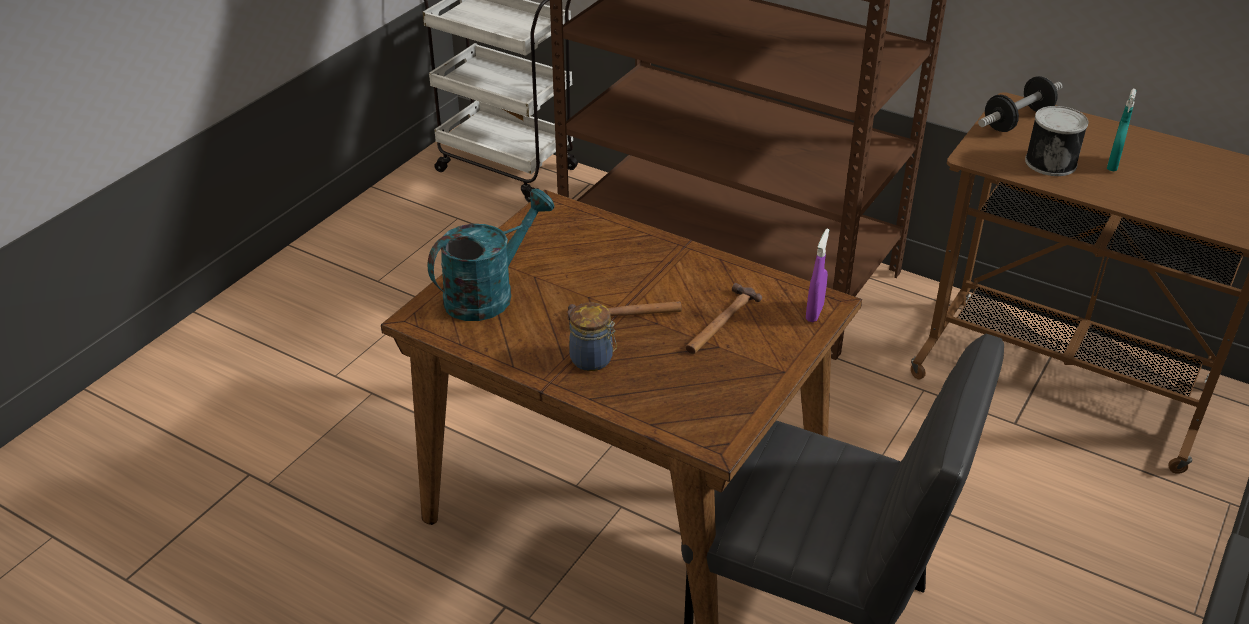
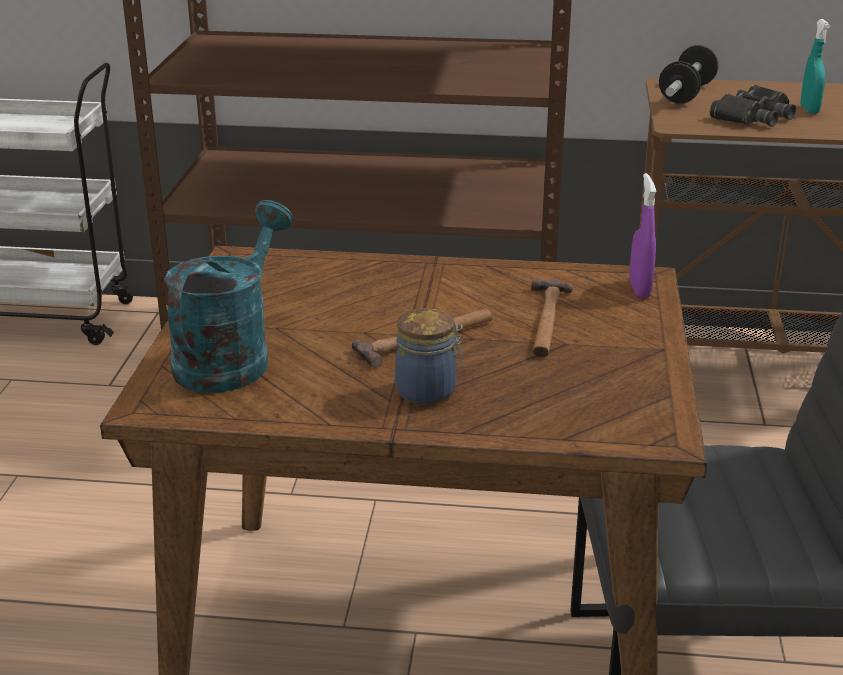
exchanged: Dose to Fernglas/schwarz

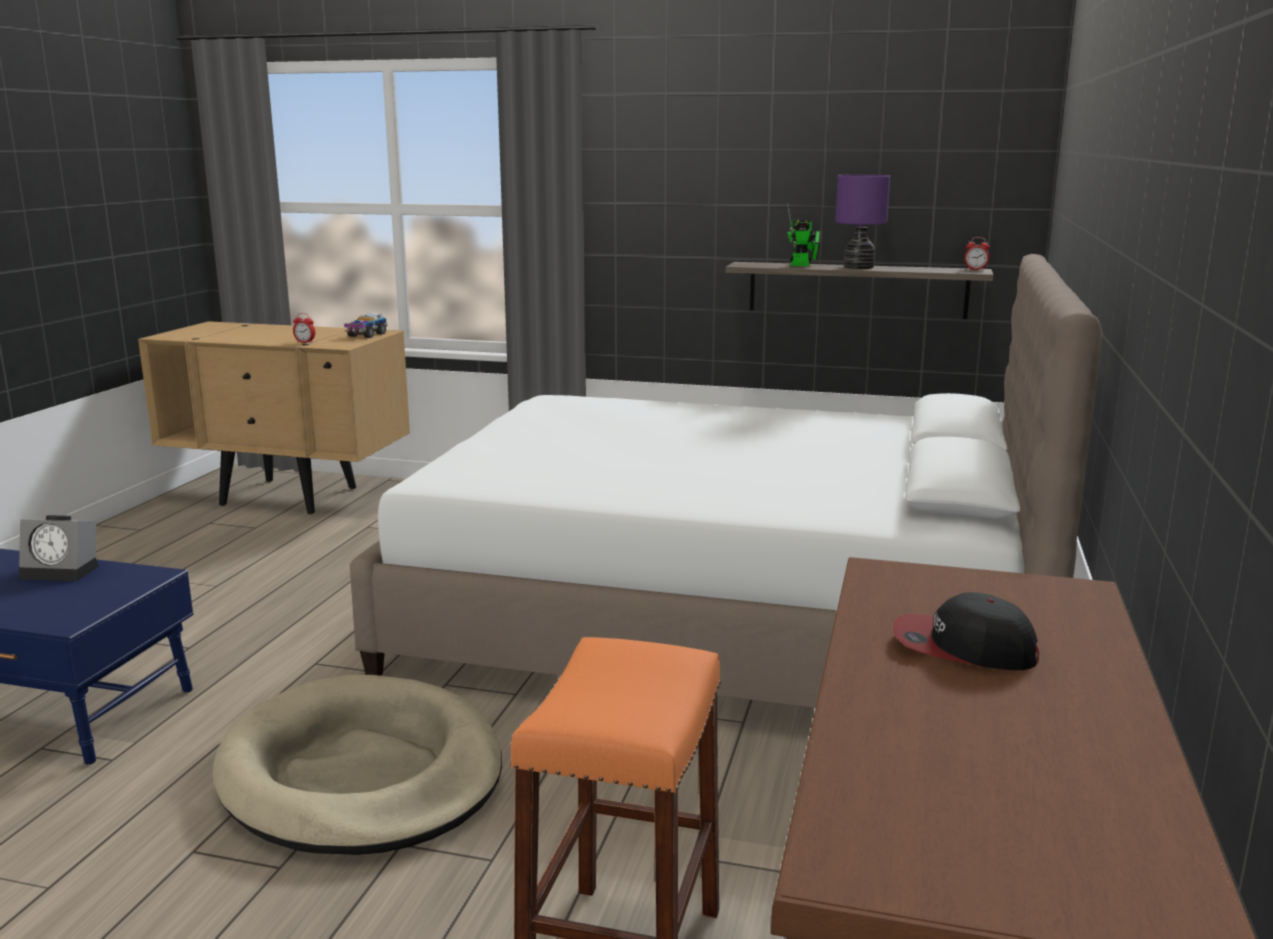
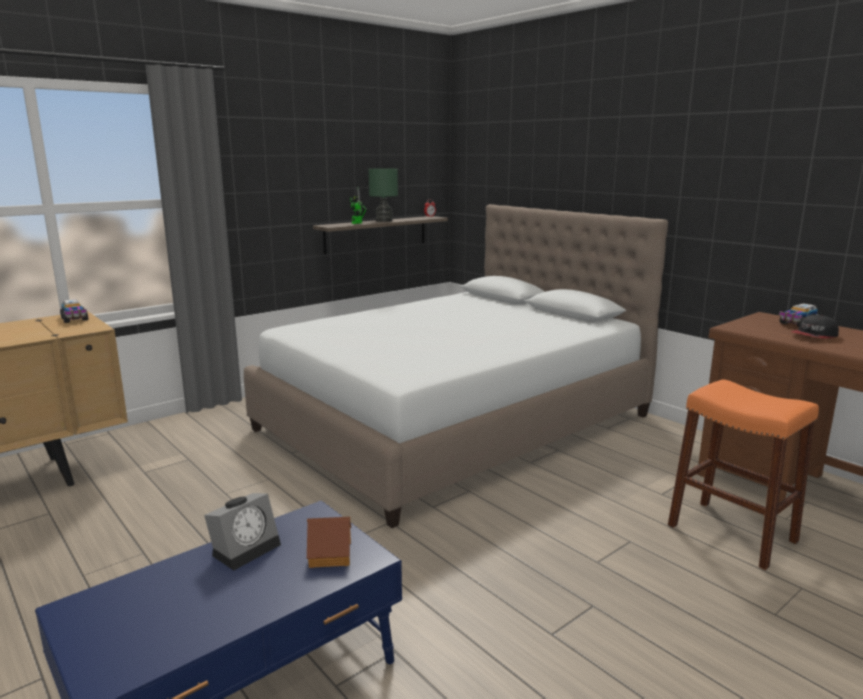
missing: Hundebett/beige; Wecker (no. 2 from left)
appeared: Spielzeughaus; Spielzeuglaster (no. 2 from left)
colour: Tischlampe/lila to Tischlampe/grün

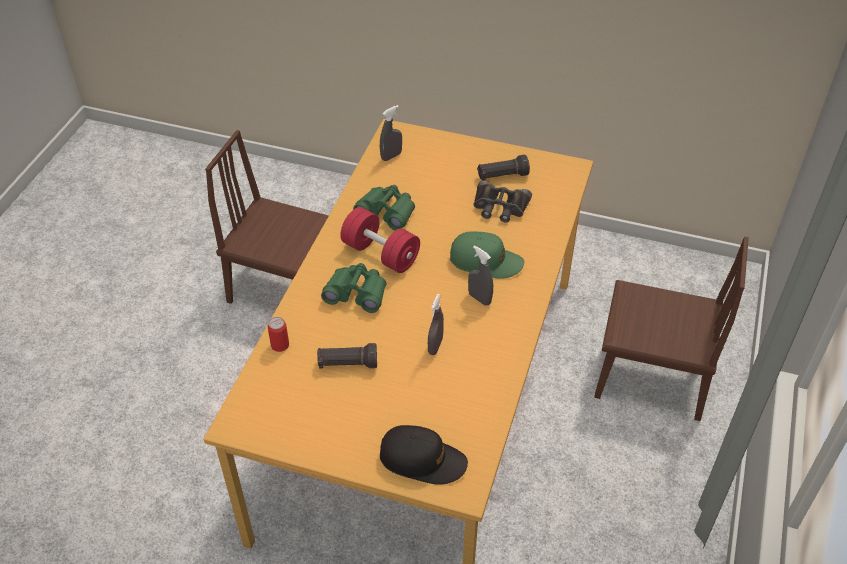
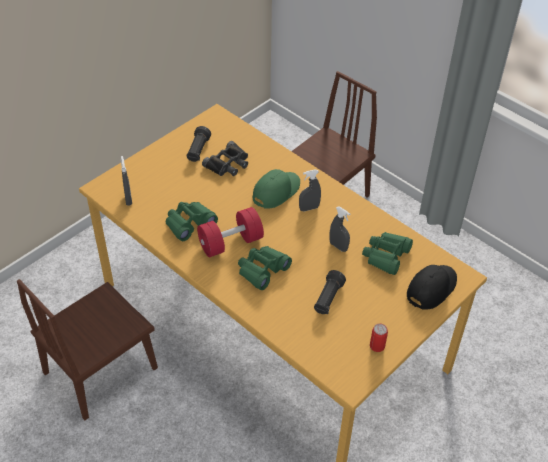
appeared: Fernglas/grün (no. 3 from left)
relocated: Dose

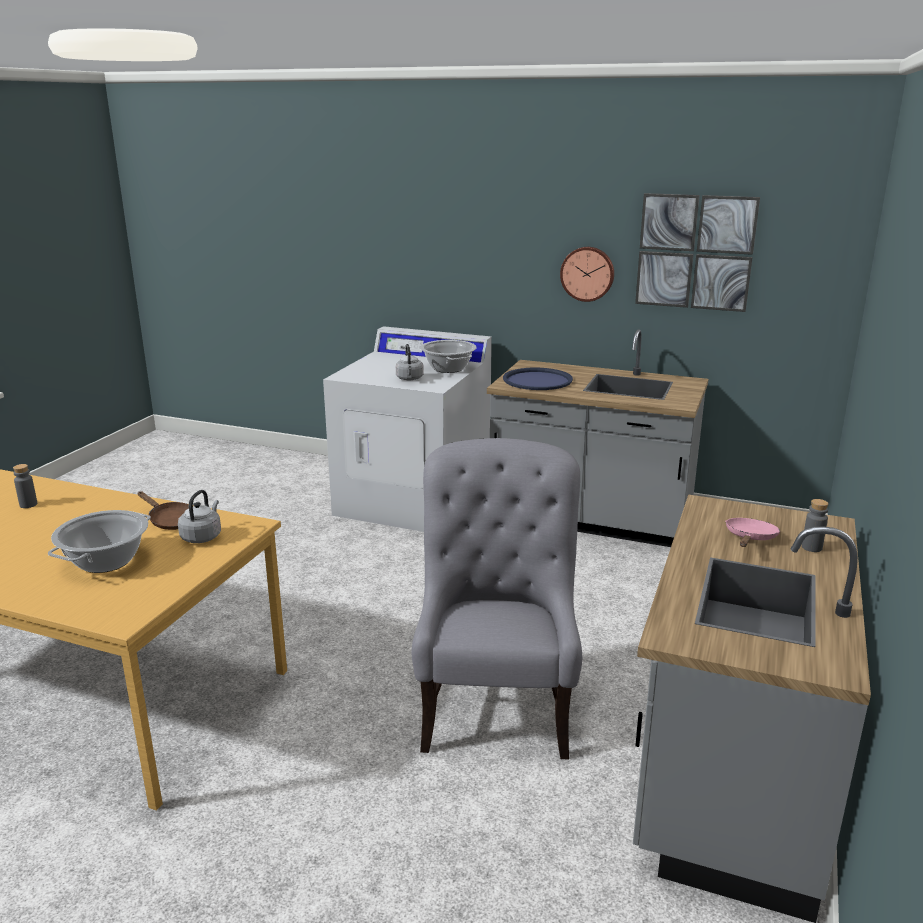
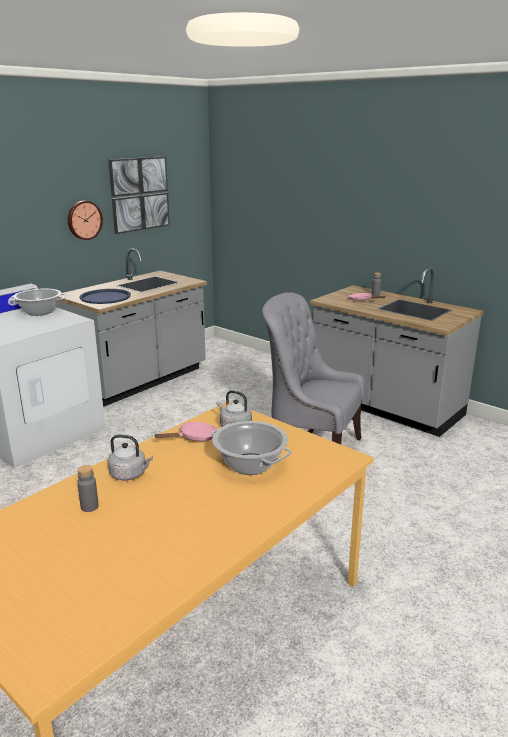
relocated: Wasserkessel/grau (no. 2 from left in the first image) to Wasserkessel/grau (no. 1 from left)
colour: Pfanne/braun to Pfanne/rosa (no. 1 from left)

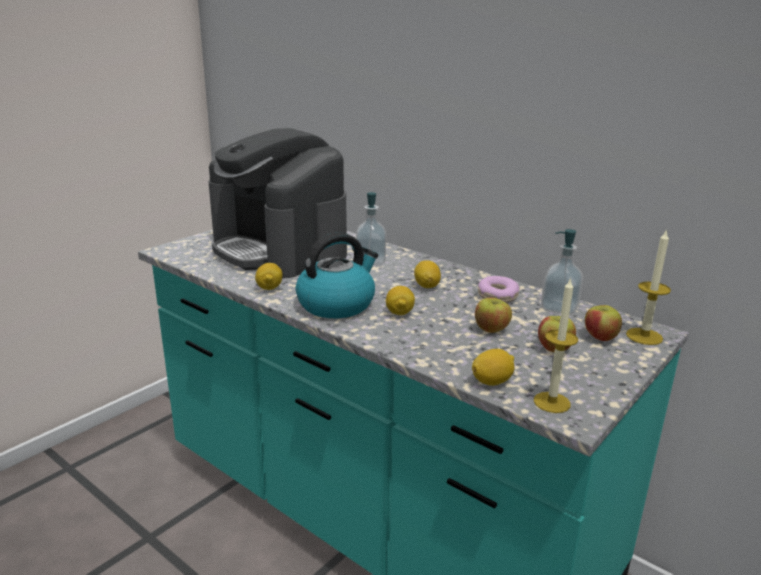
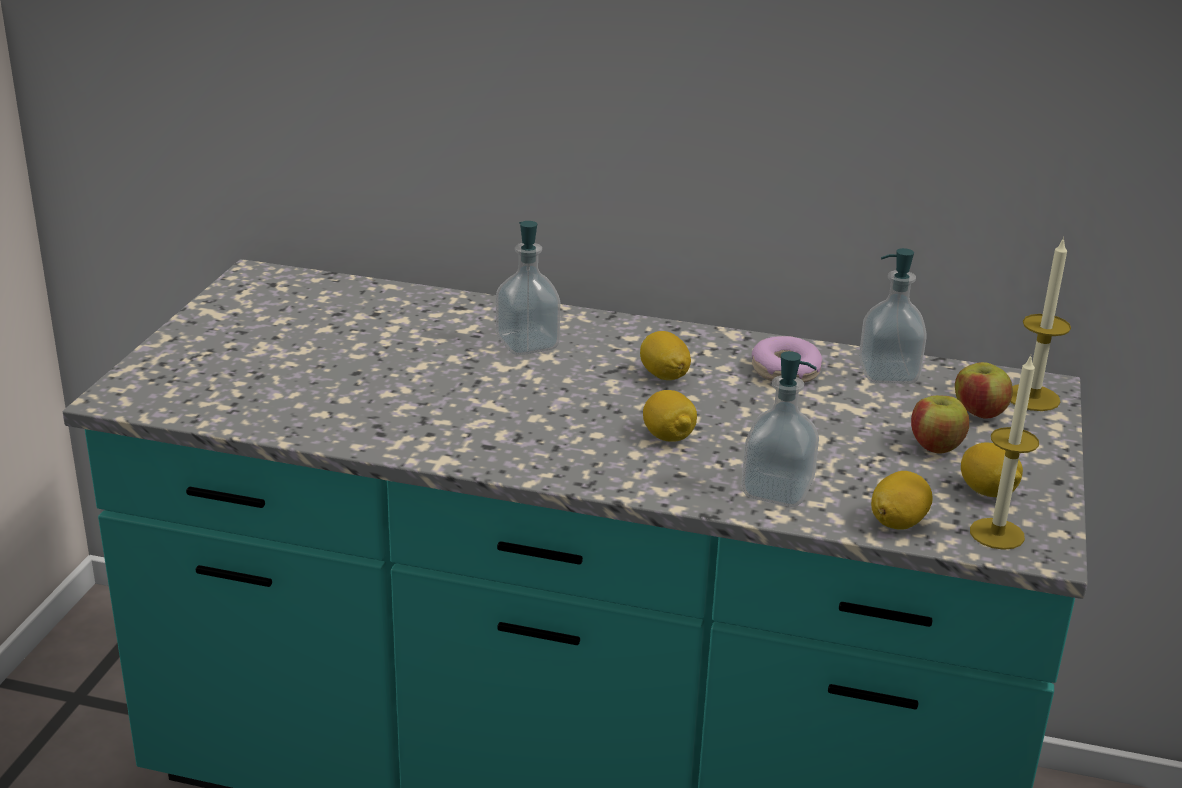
missing: Kaffeemaschine; Wasserkessel; Apfel (no. 1 from left)
appeared: Seifenspender (no. 2 from left)
relocated: Zitrone (no. 1 from left in the first image) to Zitrone (no. 4 from left)

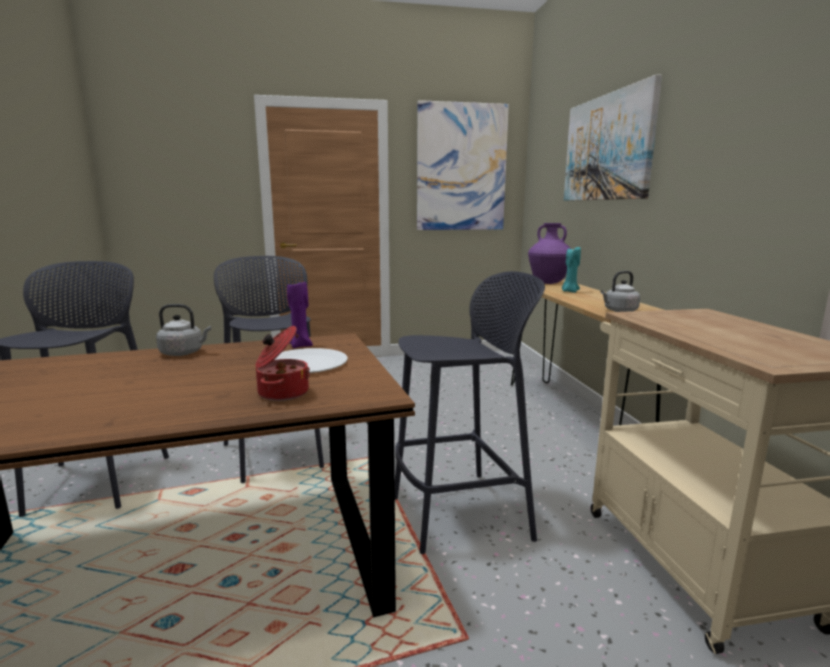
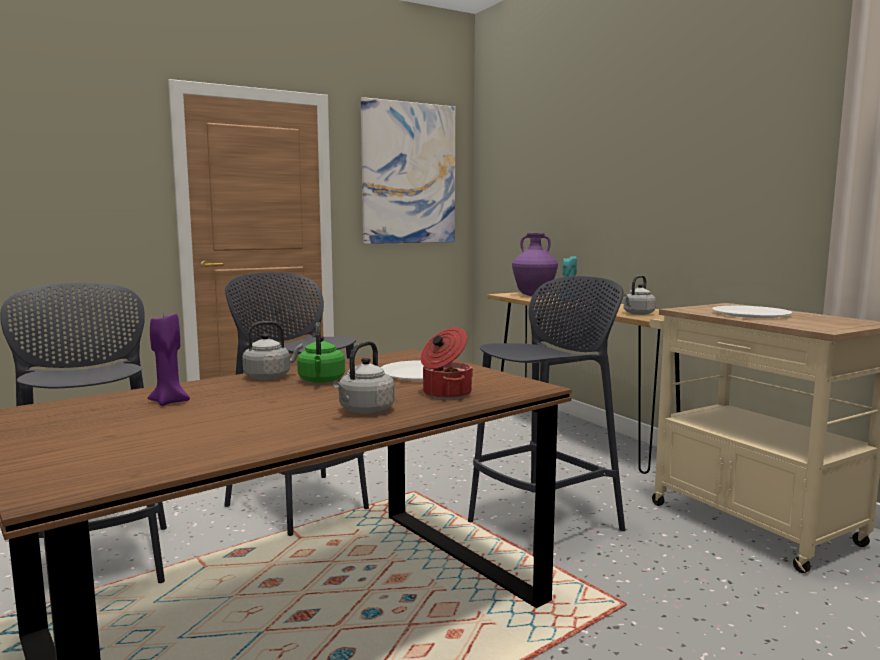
missing: Bild (no. 2 from left)
appeared: Wasserkessel/grün; Wasserkessel/grau (no. 2 from left); Teller/weiß (no. 2 from left)
relocated: Kerze/lila

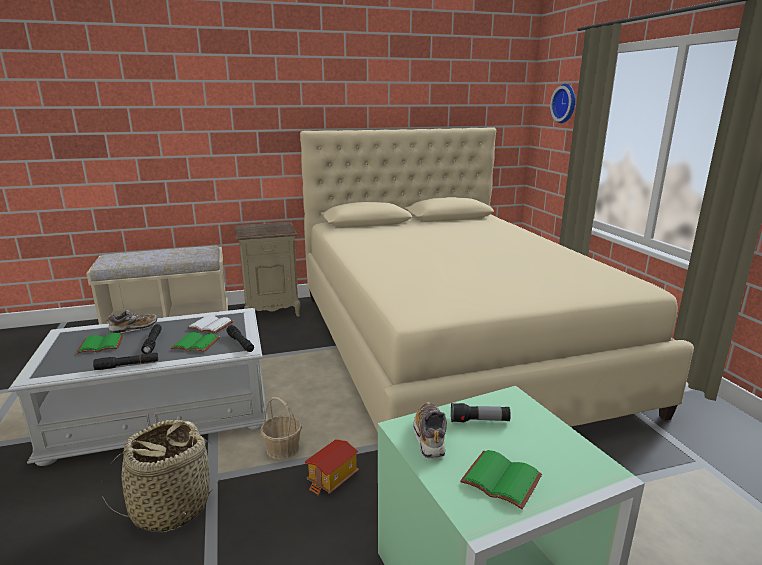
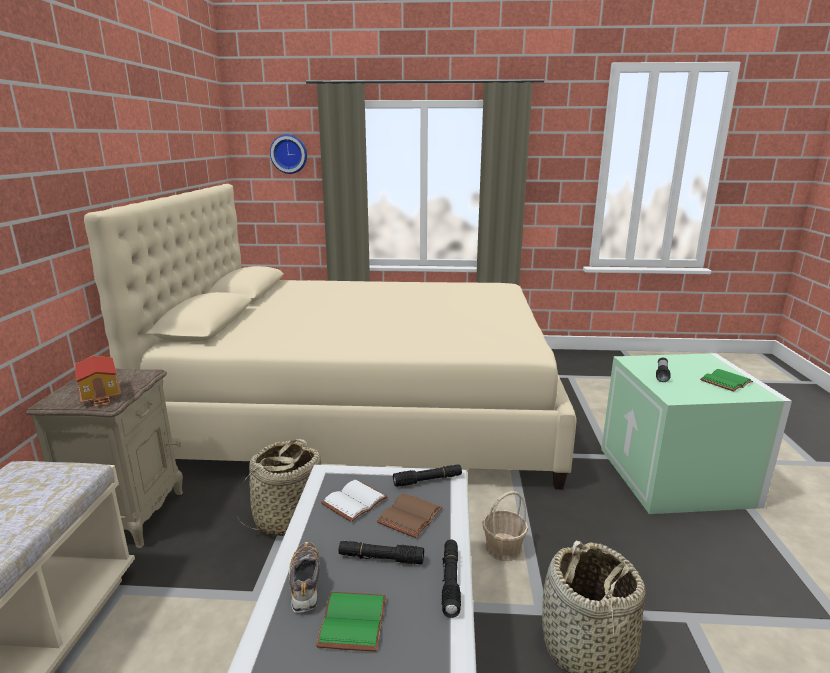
missing: Schuh (no. 2 from left)
appeared: Korb (no. 1 from left)
relocated: Spielzeughaus
colour: Buch/grün (no. 2 from left) to Buch/braun

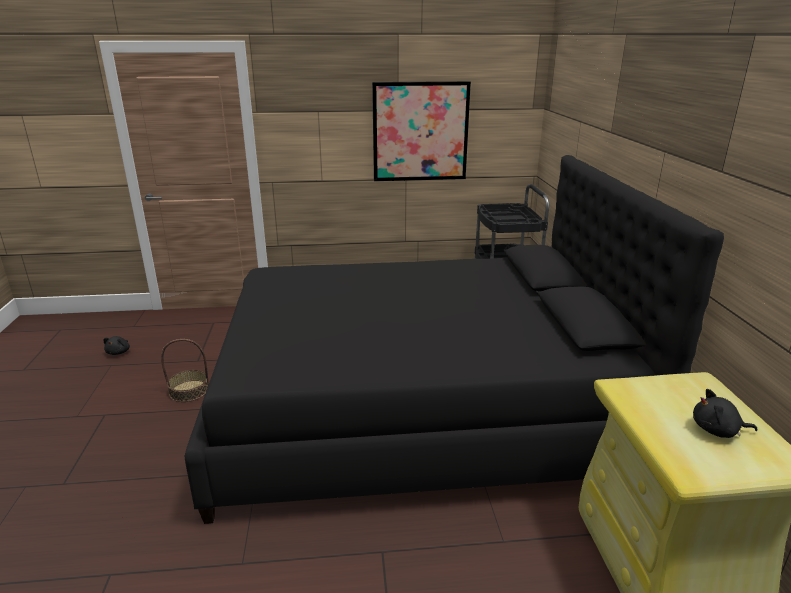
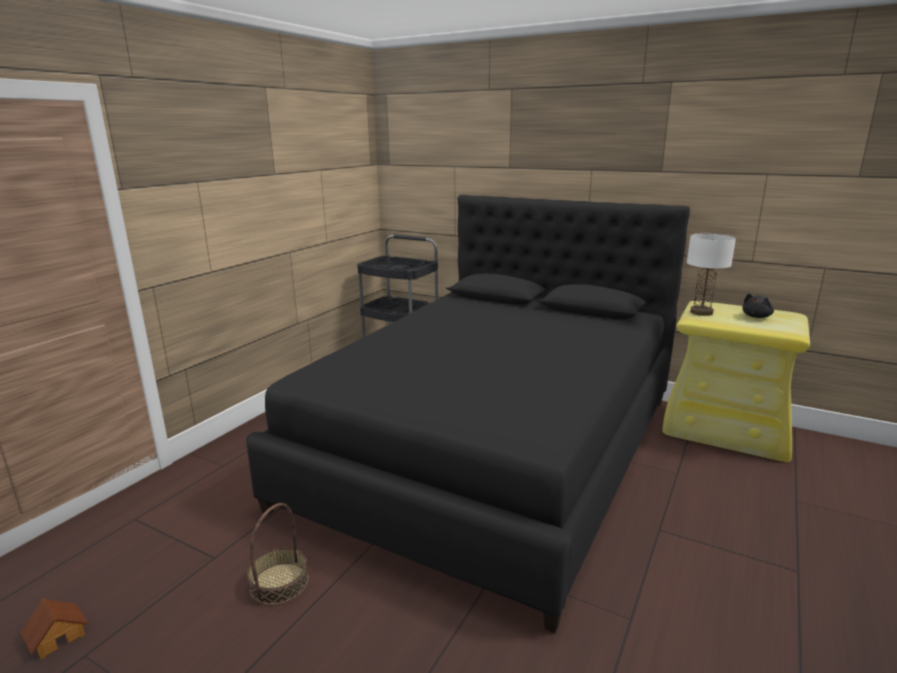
missing: Bild
appeared: Tischlampe
exchanged: Plüschtier/schwarz (no. 1 from left) to Spielzeughaus

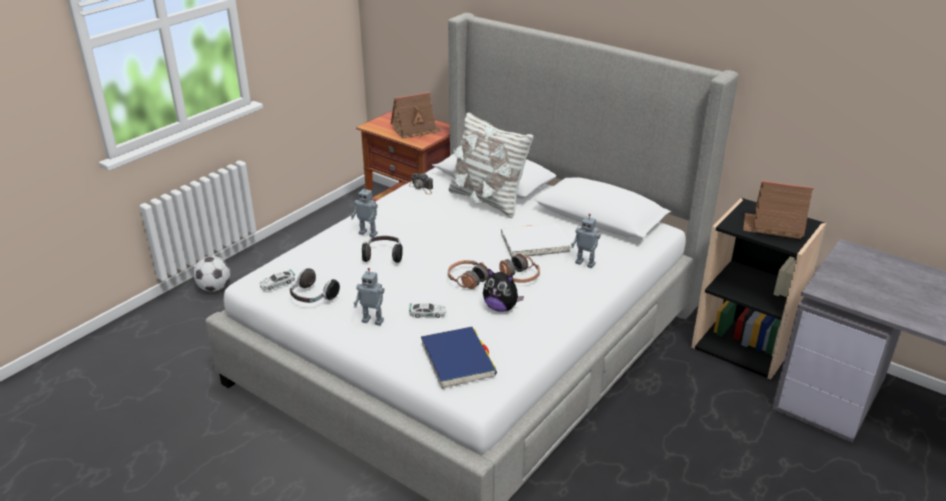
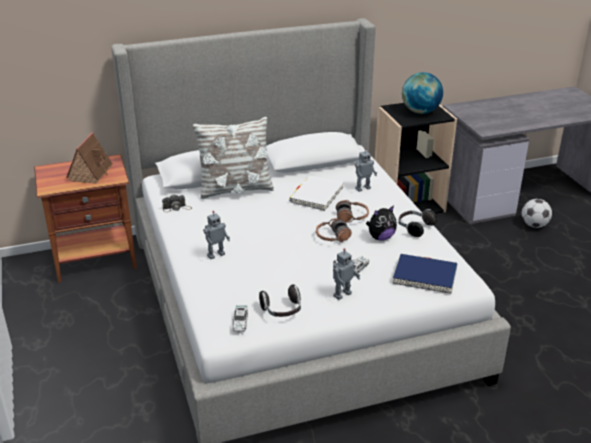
relocated: Fußball; Kopfhörer (no. 2 from left in the first image) to Kopfhörer (no. 4 from left)
exchanged: Spielzeughaus (no. 2 from left) to Globus

